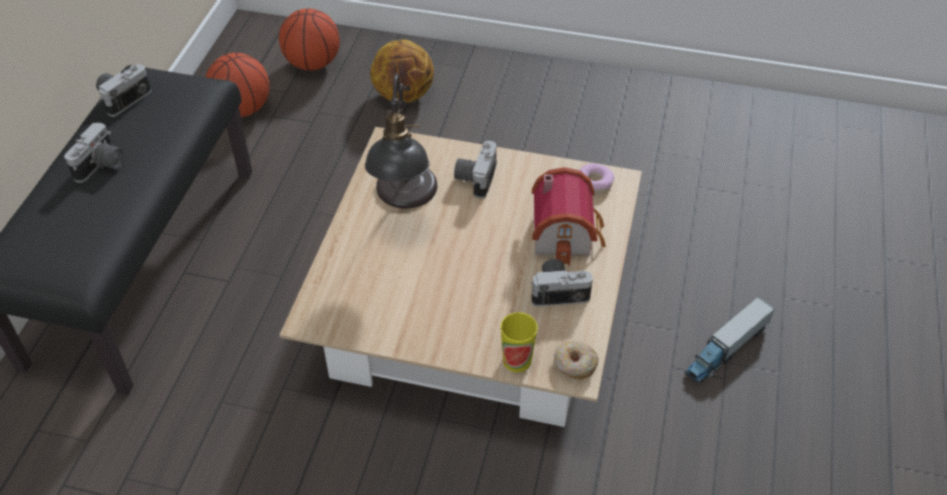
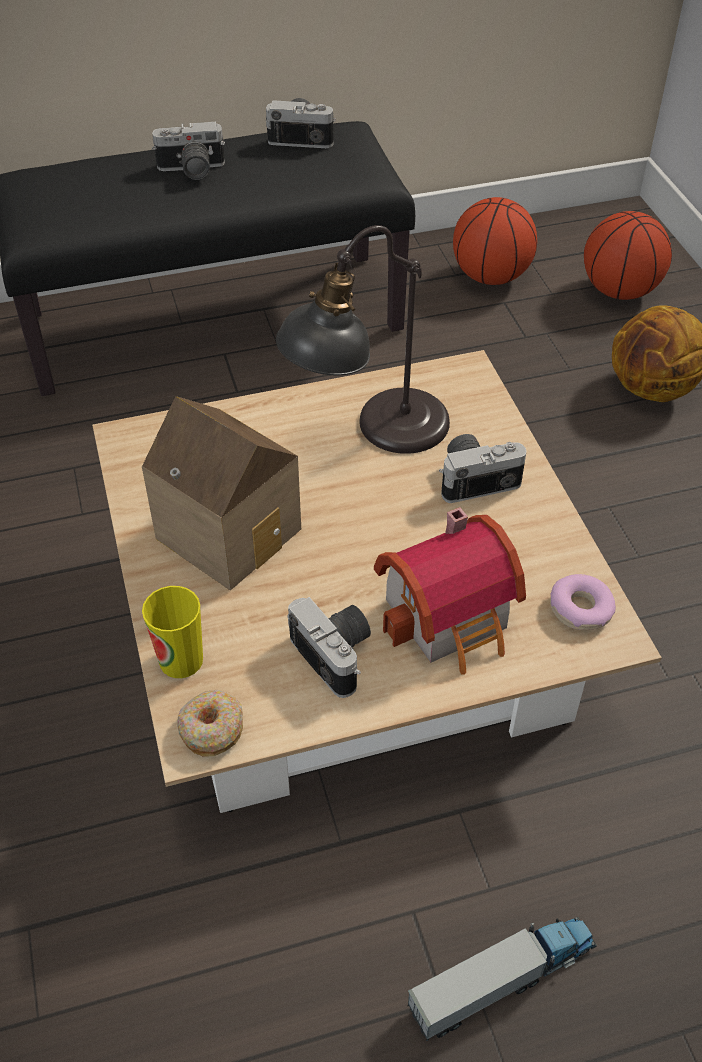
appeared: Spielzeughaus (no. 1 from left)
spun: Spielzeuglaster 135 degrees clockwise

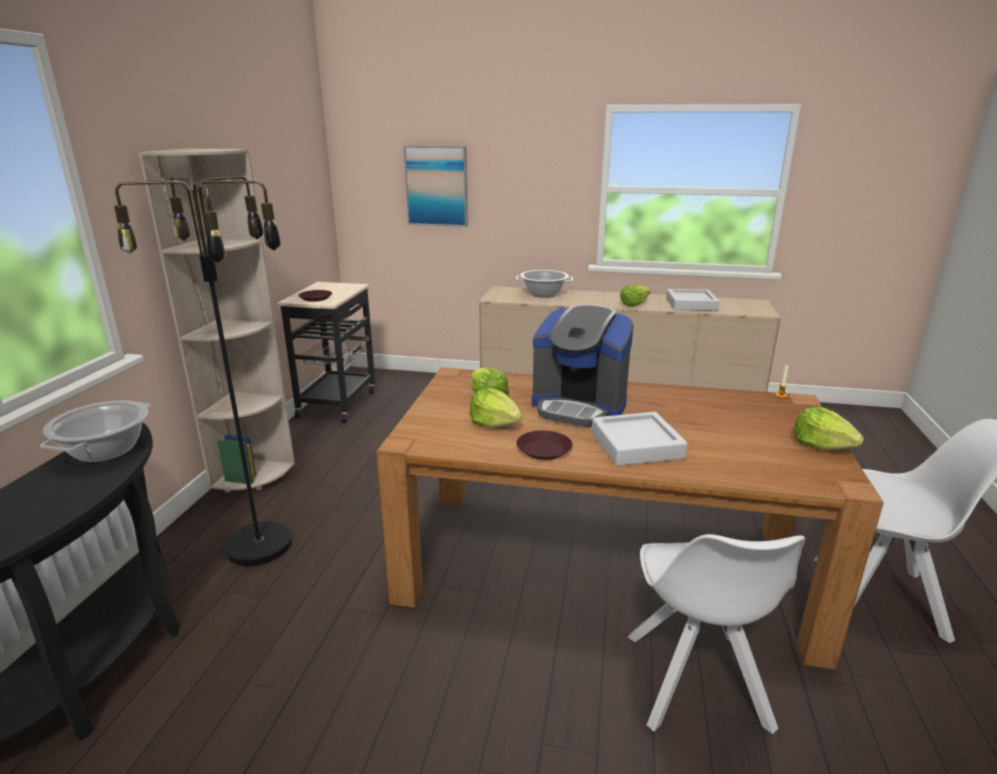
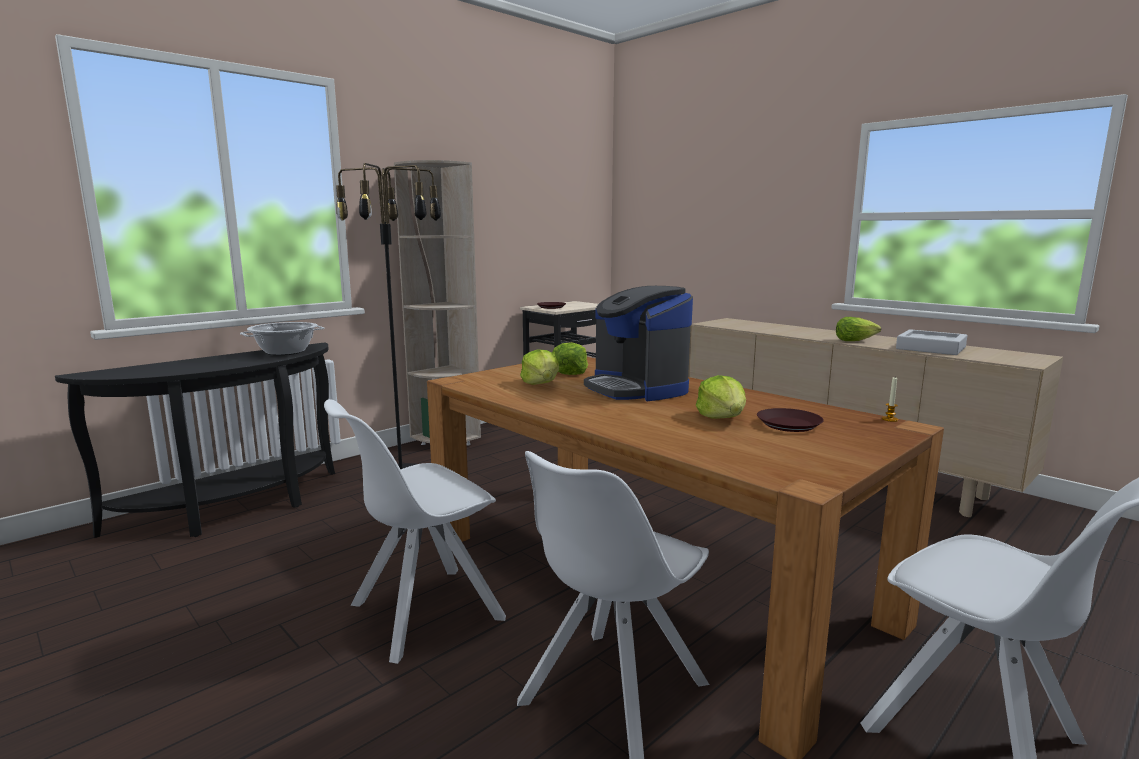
missing: Bild; Kochtopf (no. 2 from left); Tablett/grau (no. 1 from left)
appeared: Stuhl/weiß (no. 1 from left)
relocated: Teller/braun (no. 2 from left); Salatkopf (no. 4 from left in the first image) to Salatkopf (no. 3 from left)

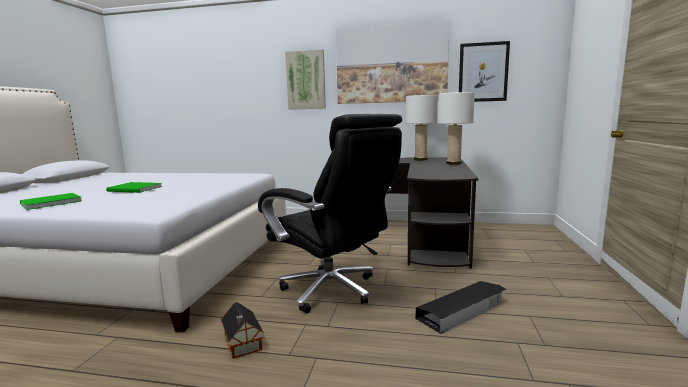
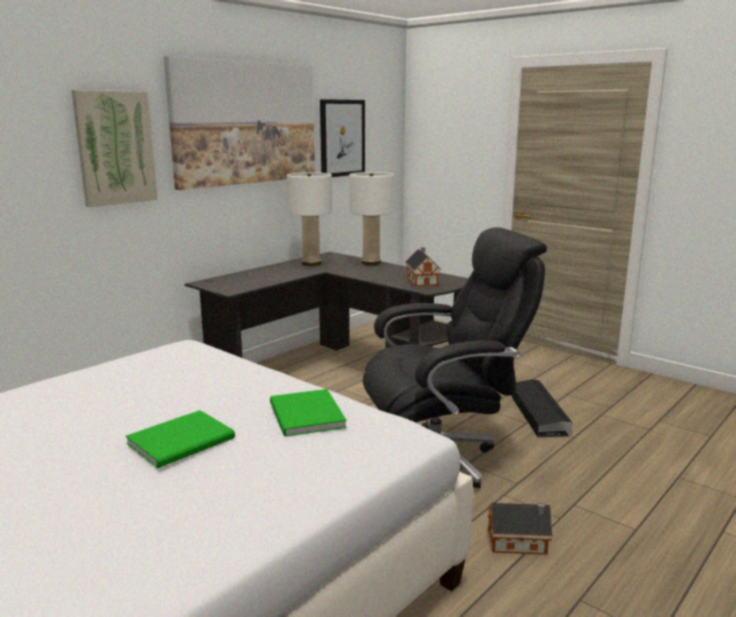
appeared: Spielzeughaus (no. 1 from left)
relocated: Buch/grün (no. 1 from left in the first image) to Buch/grün (no. 2 from left)

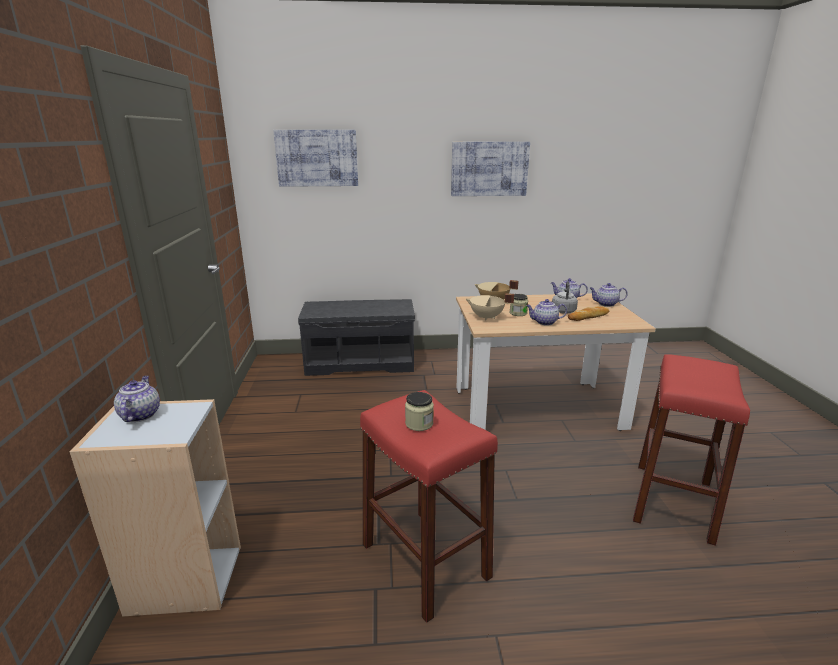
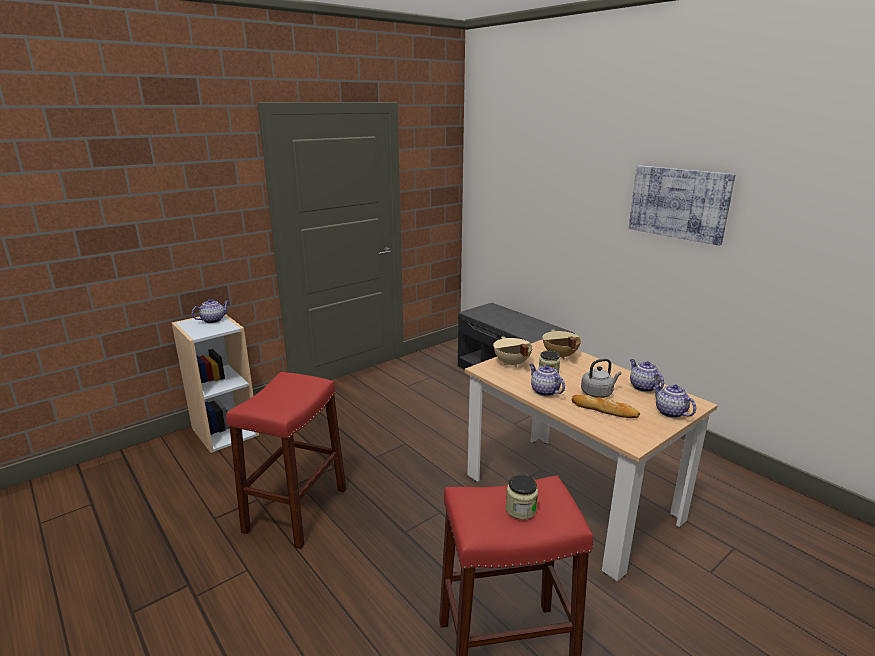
missing: Bild (no. 1 from left)
relocated: Vorratsglas (no. 1 from left)

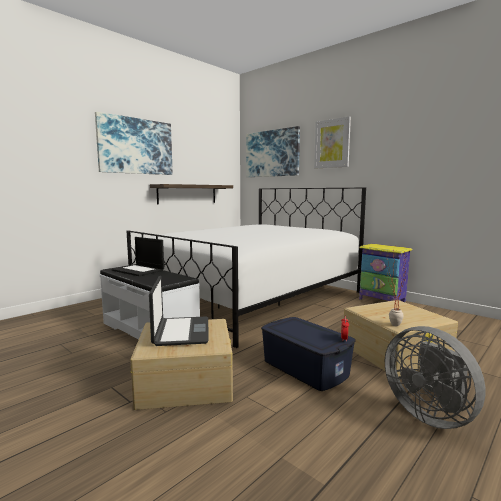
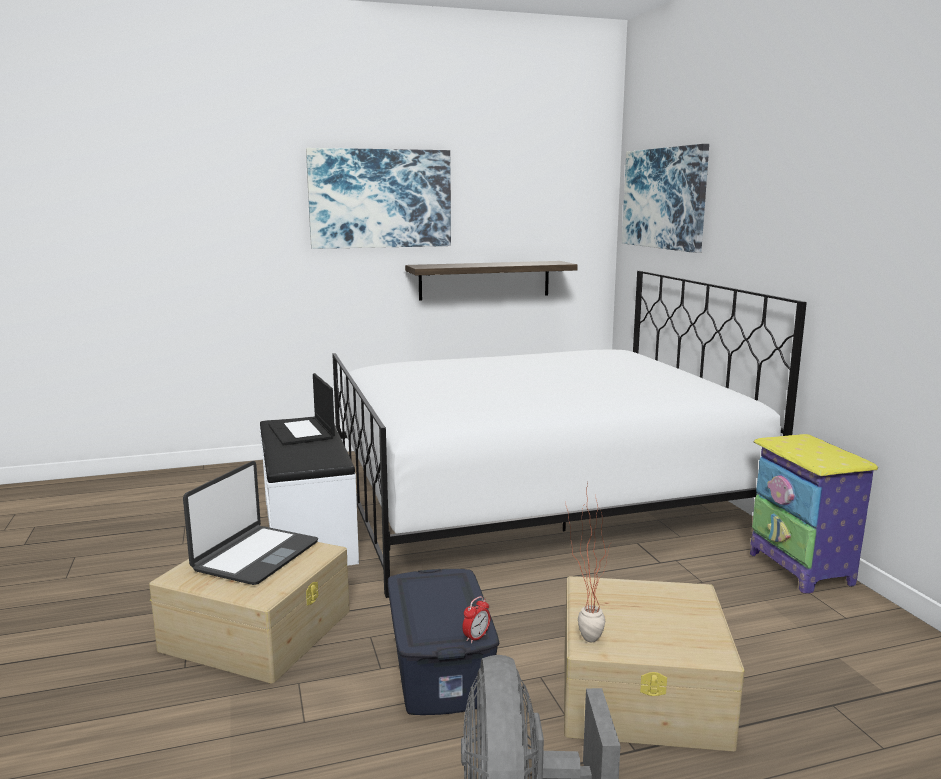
missing: Bild (no. 3 from left)

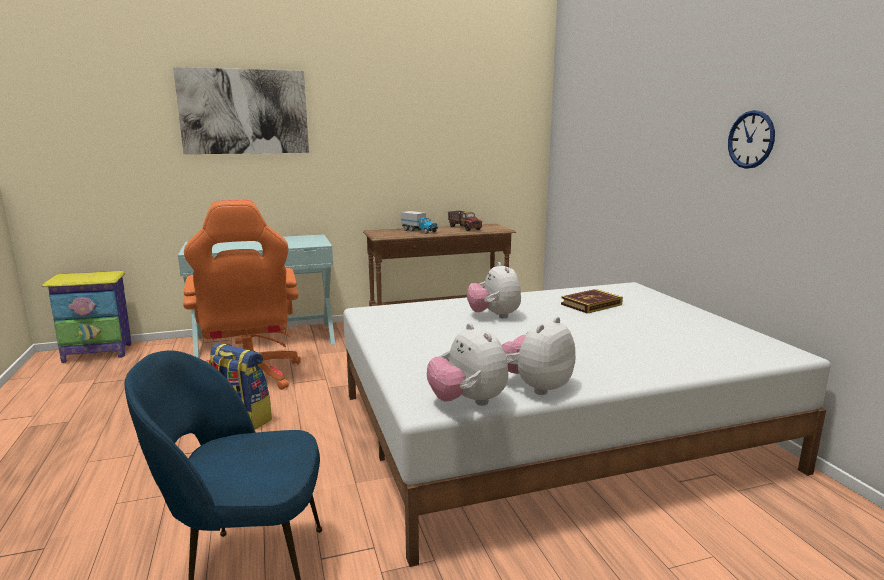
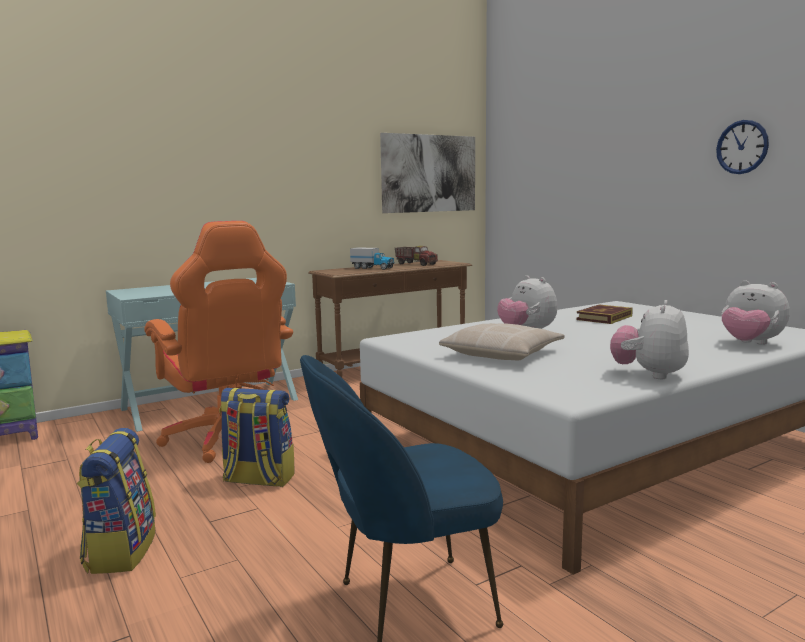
appeared: Rucksack (no. 1 from left); Kissen/beige
relocated: Bild; Plüschtier (no. 1 from left in the first image) to Plüschtier (no. 3 from left)

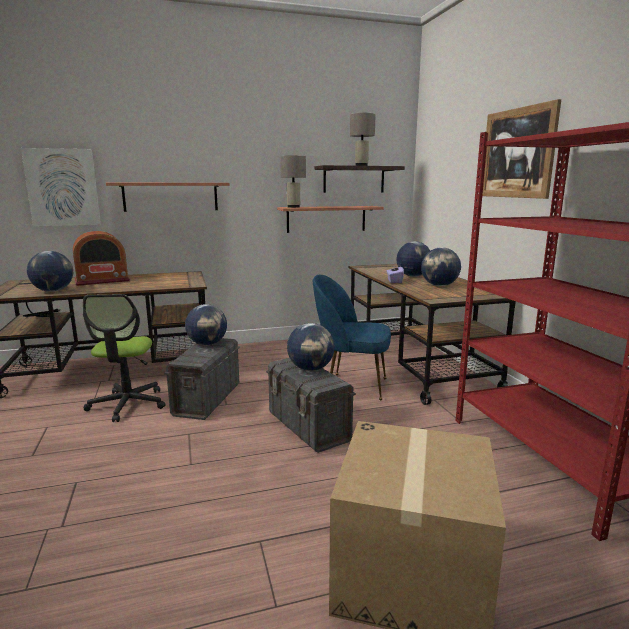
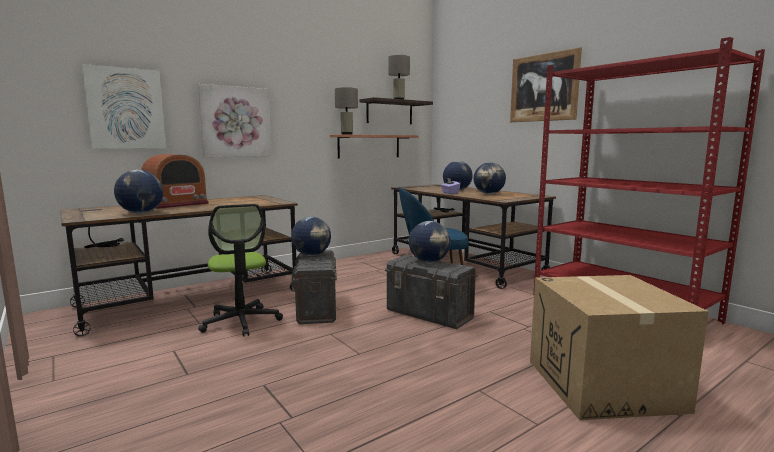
exchanged: Wandregal (no. 1 from left) to Bild (no. 2 from left)

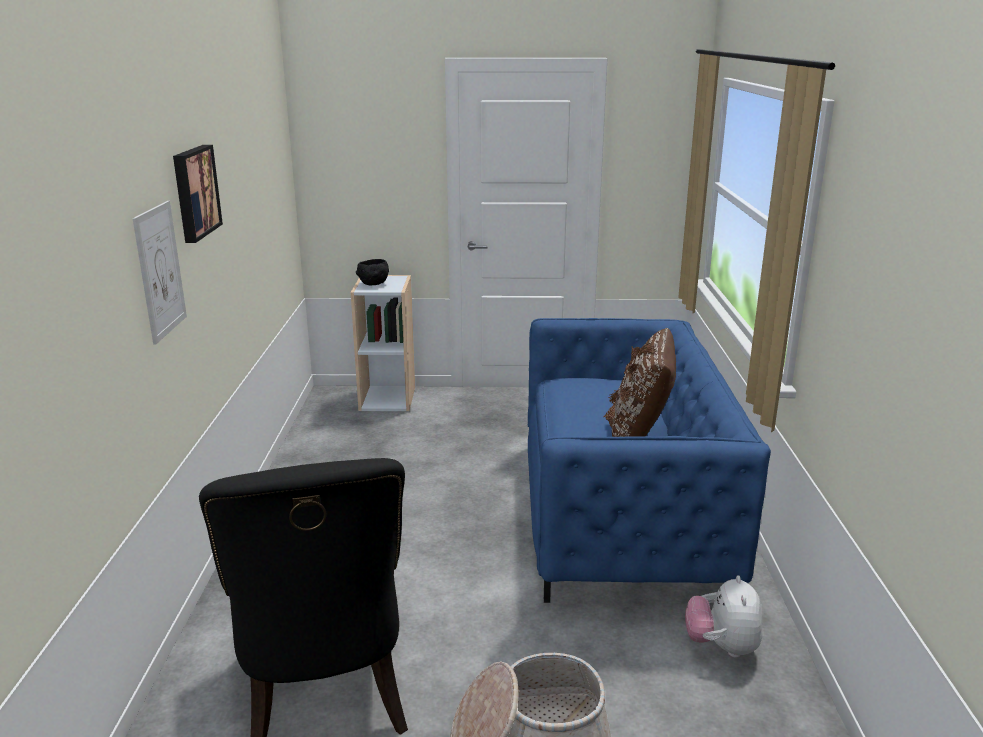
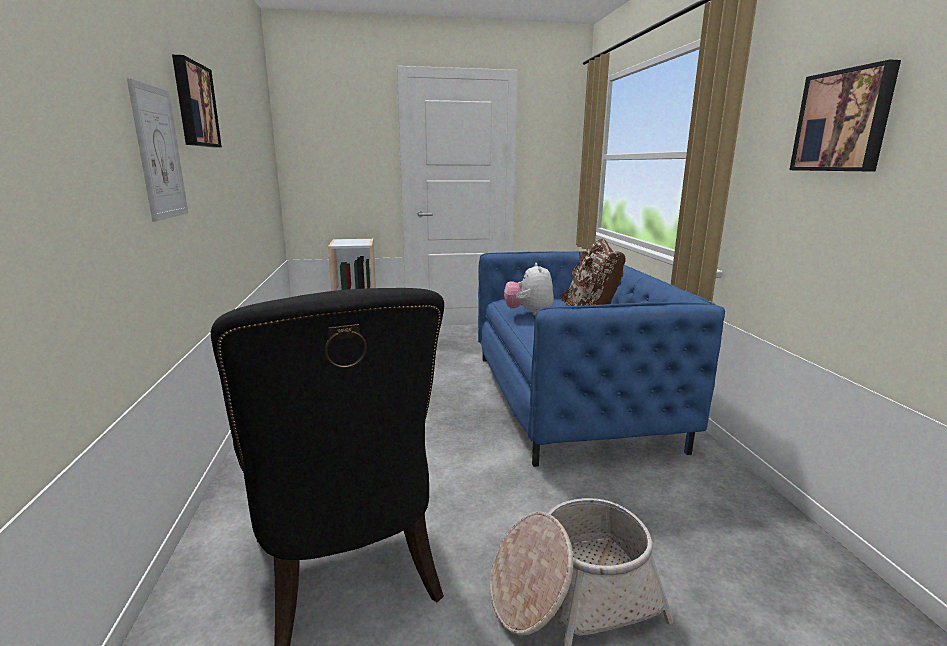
missing: Schüssel/schwarz
appeared: Bild (no. 3 from left)
relocated: Plüschtier

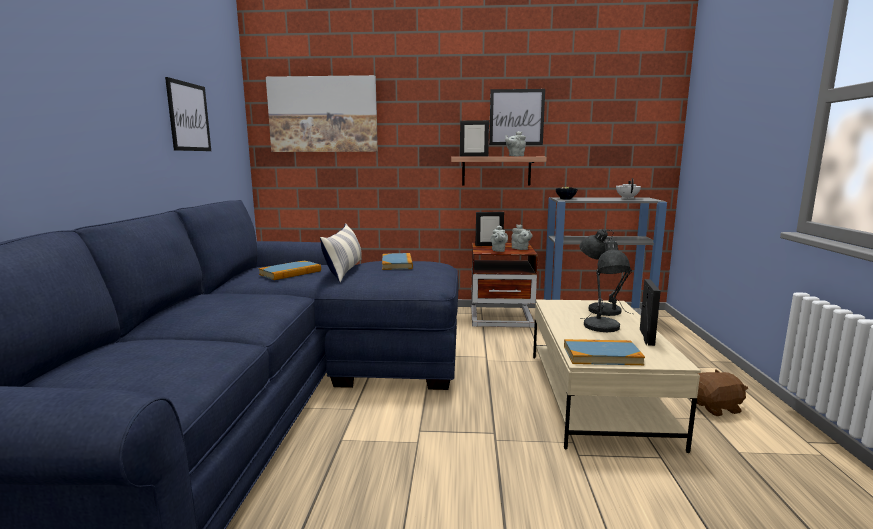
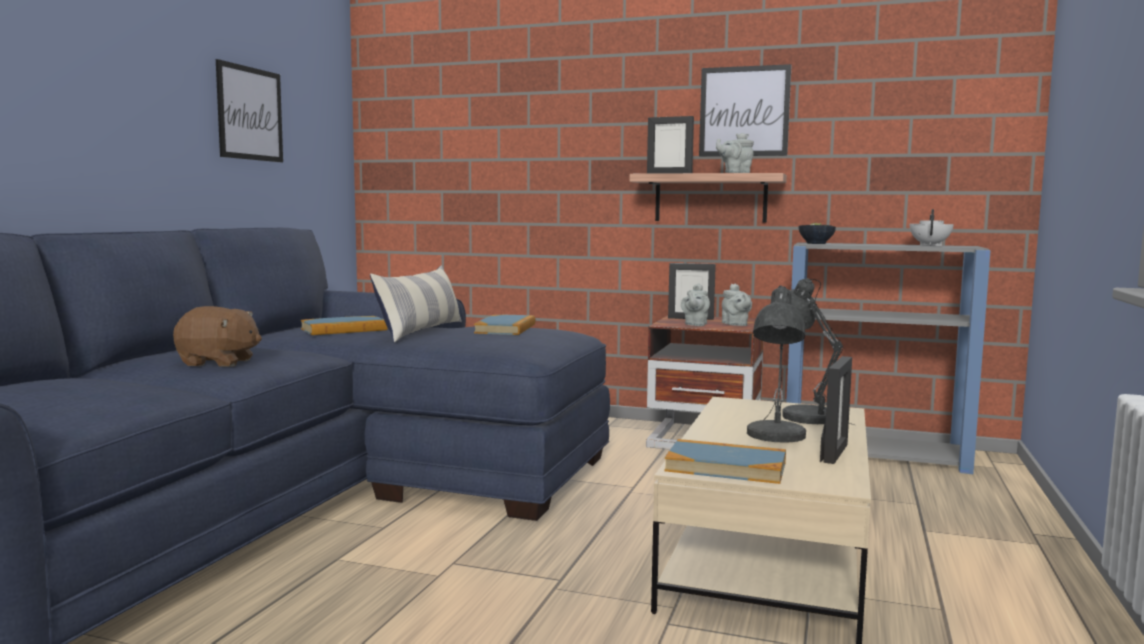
missing: Bild (no. 2 from left)
relocated: Plüschtier/braun

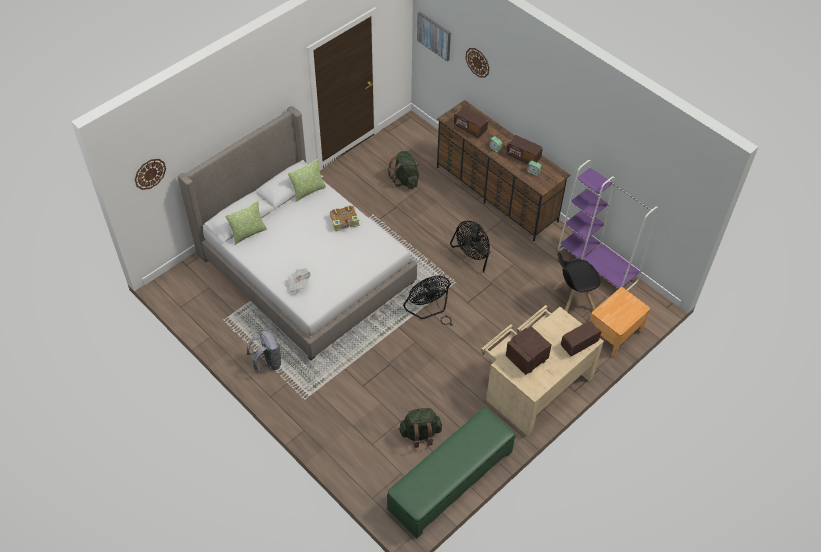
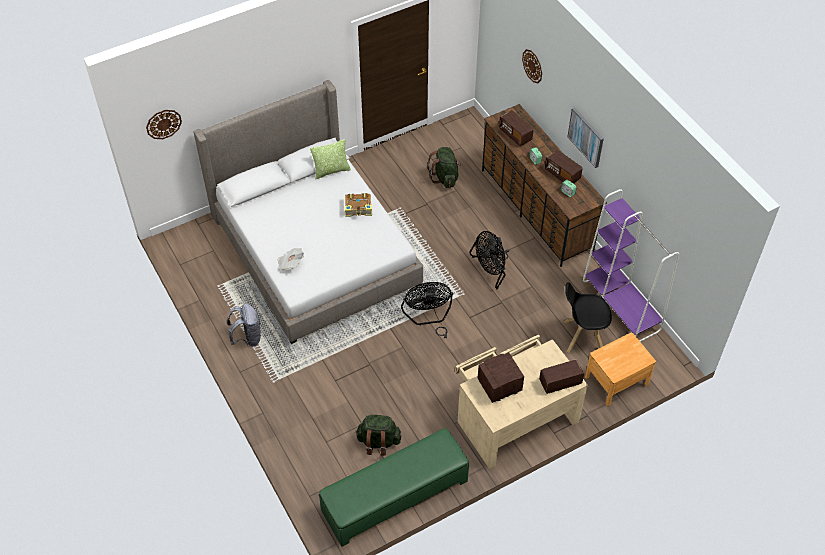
missing: Kissen (no. 1 from left)
relocated: Bild

